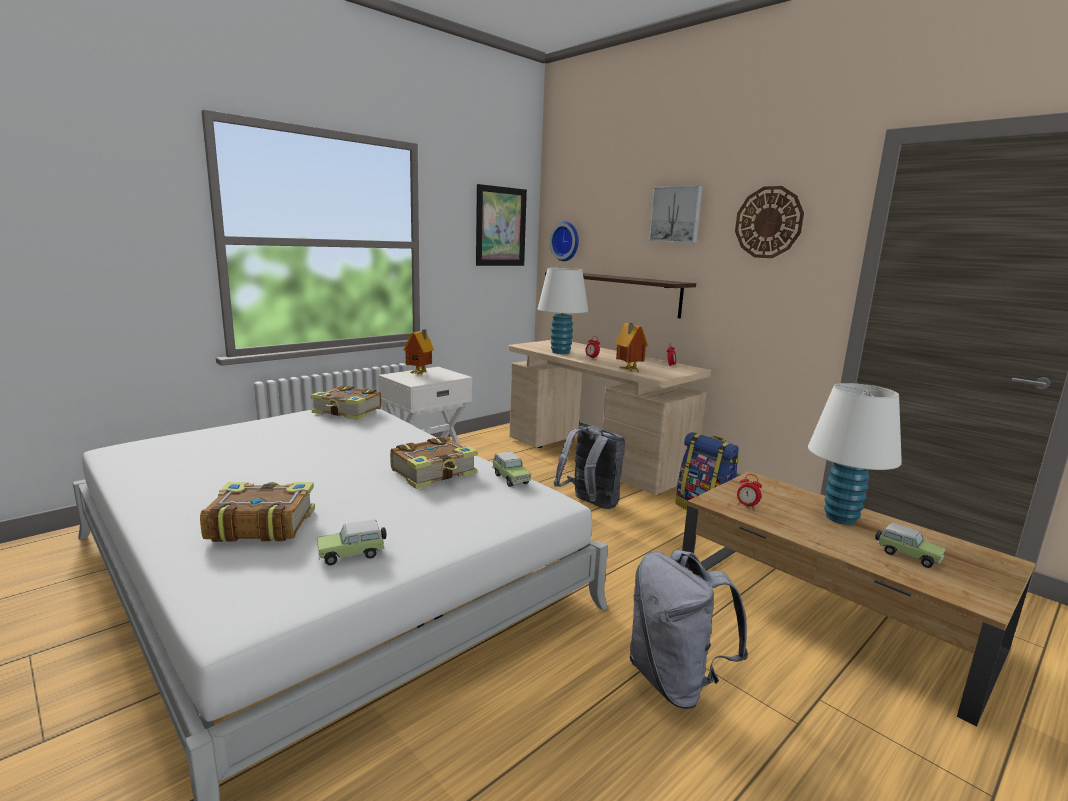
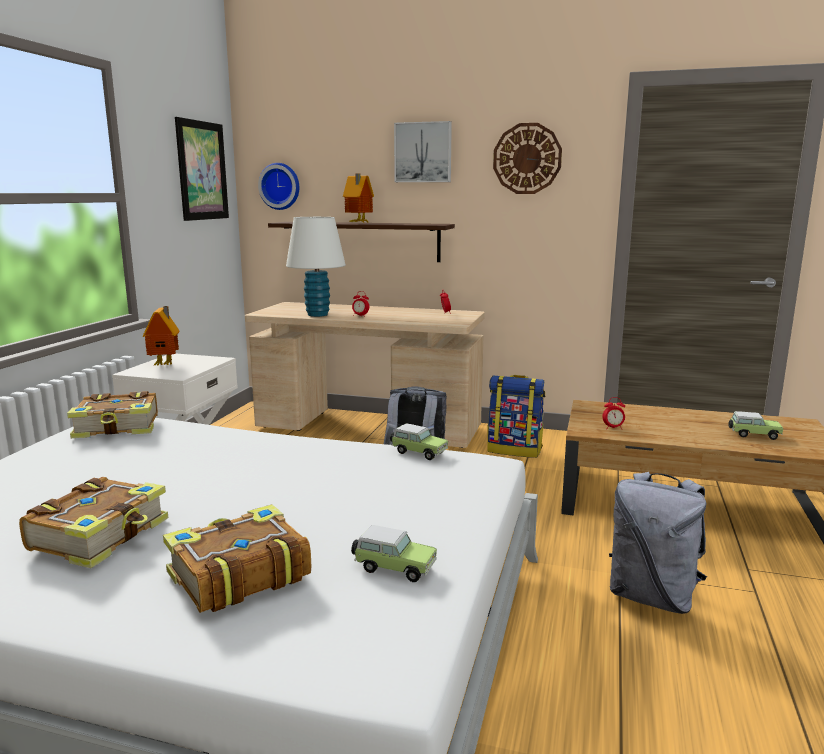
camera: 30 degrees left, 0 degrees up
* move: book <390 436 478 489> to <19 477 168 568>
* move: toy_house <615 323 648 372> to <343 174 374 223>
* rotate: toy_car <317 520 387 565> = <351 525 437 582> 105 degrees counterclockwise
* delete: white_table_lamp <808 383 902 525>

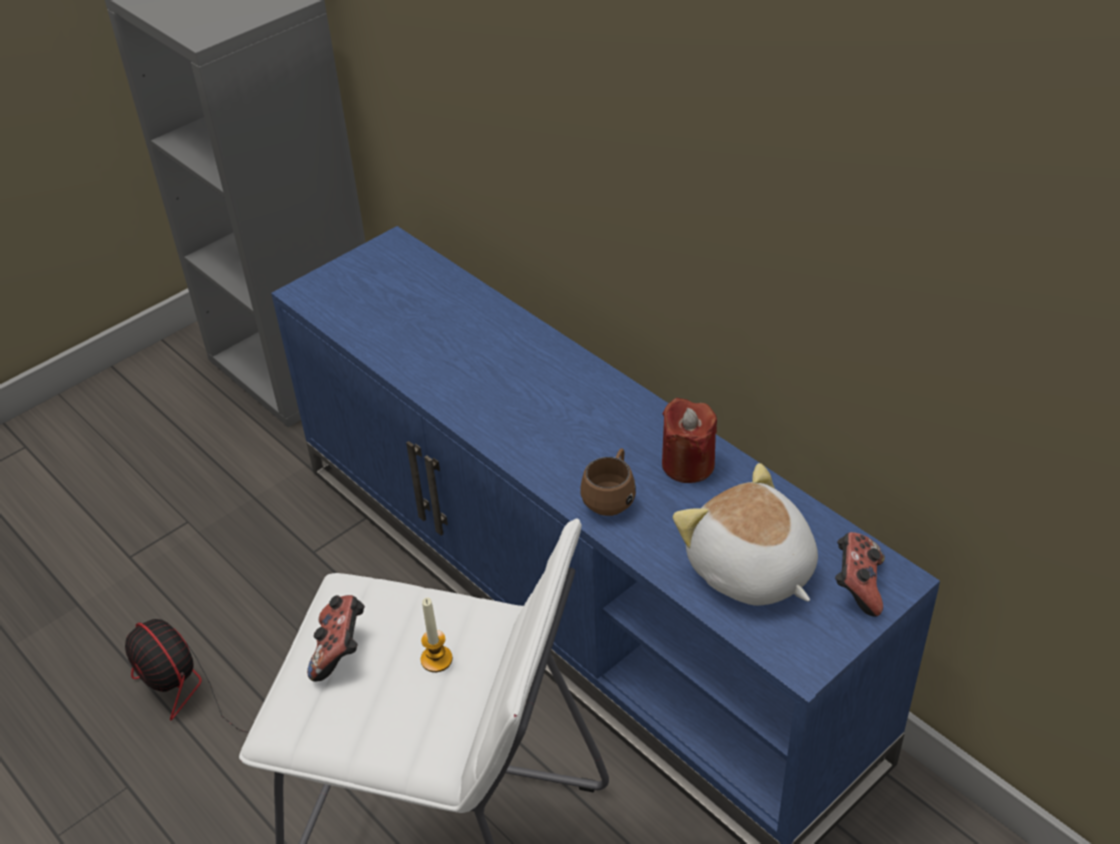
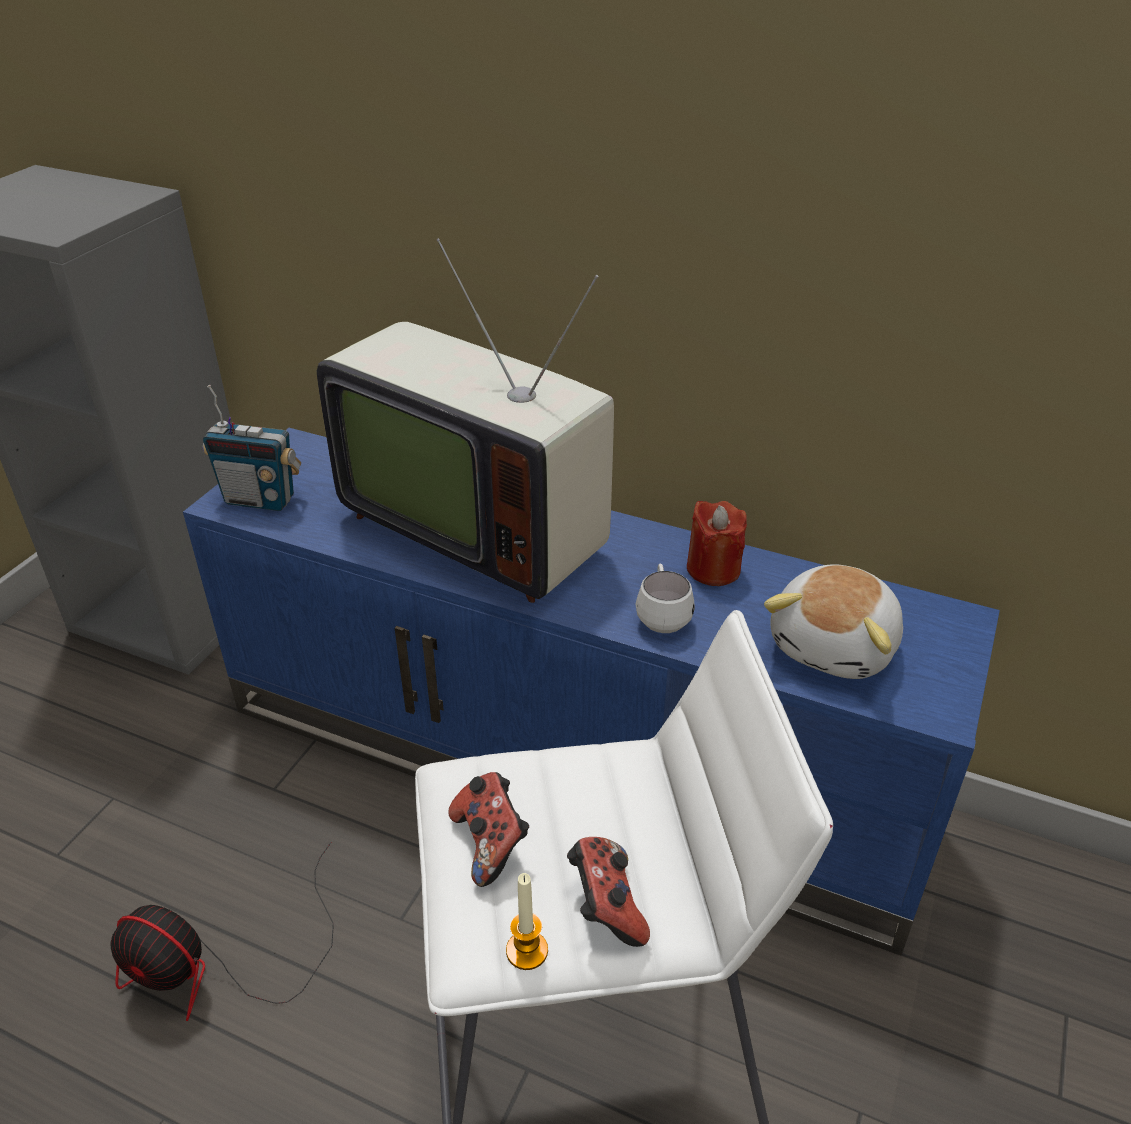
camera: 25 degrees left, 5 degrees down
* insert: radio <203 385 301 511>
* insert: television <316 238 614 603>
* move: candle <421 598 453 672> to <506 873 548 970>
* move: game_controller <835 532 885 617> to <567 837 650 947>
* recolor: brown_mug <580 449 636 516> to white_mug <635 564 695 633>
* rotate: plush_toy <673 463 818 606> = <764 564 903 679> 90 degrees counterclockwise

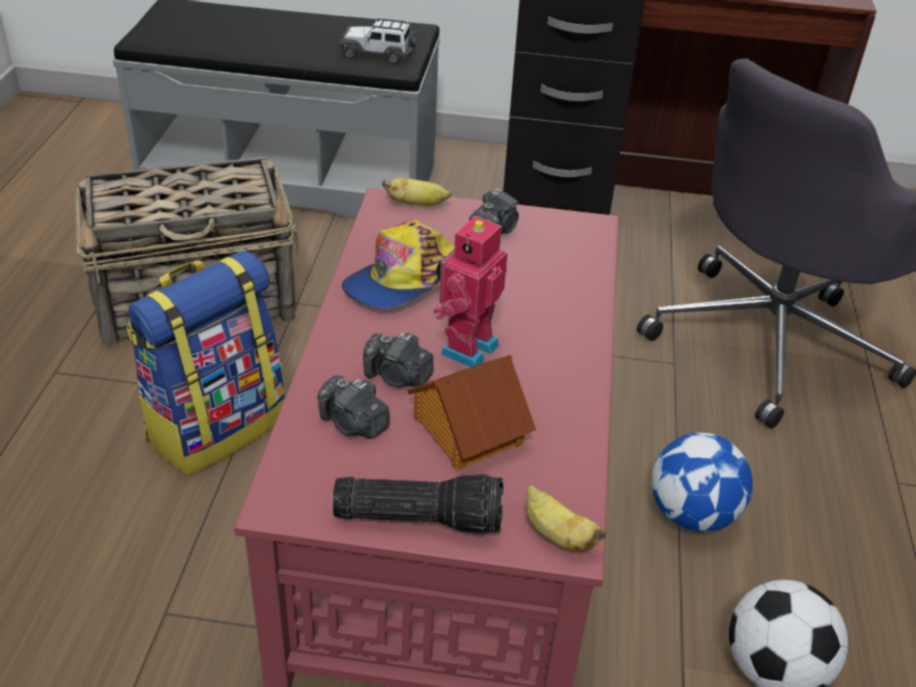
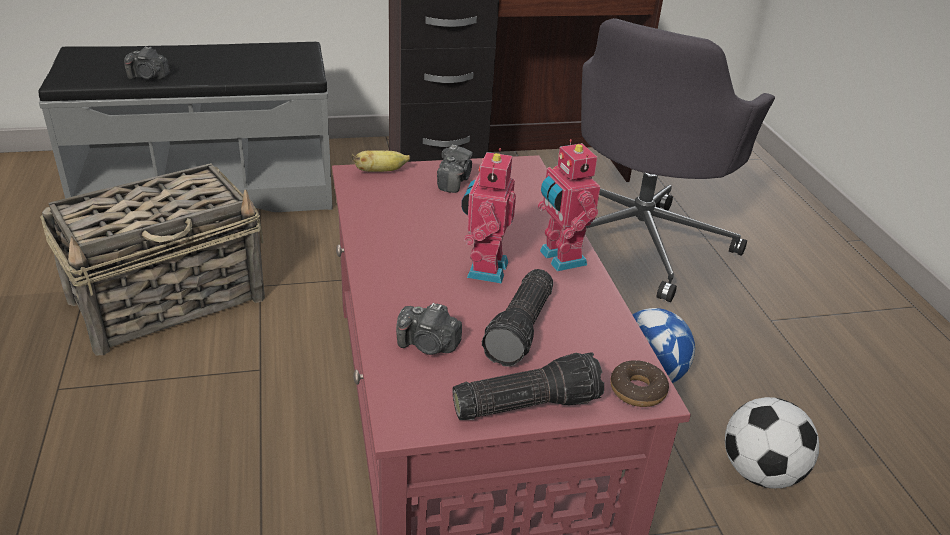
camera: 20 degrees left, 5 degrees down
* move: photo_camera <363 332 433 387> to <124 46 170 79>
* replace: toy_house <407 354 536 470> to flashlight <482 269 553 366>
* insert: toy_robot <538 139 600 271>
* replace: banana <526 484 606 551> to donut <610 360 669 407>
* delete: backpack <126 251 285 476>
* delete: toy_car <339 18 416 64>
* delete: cap <342 220 454 309>

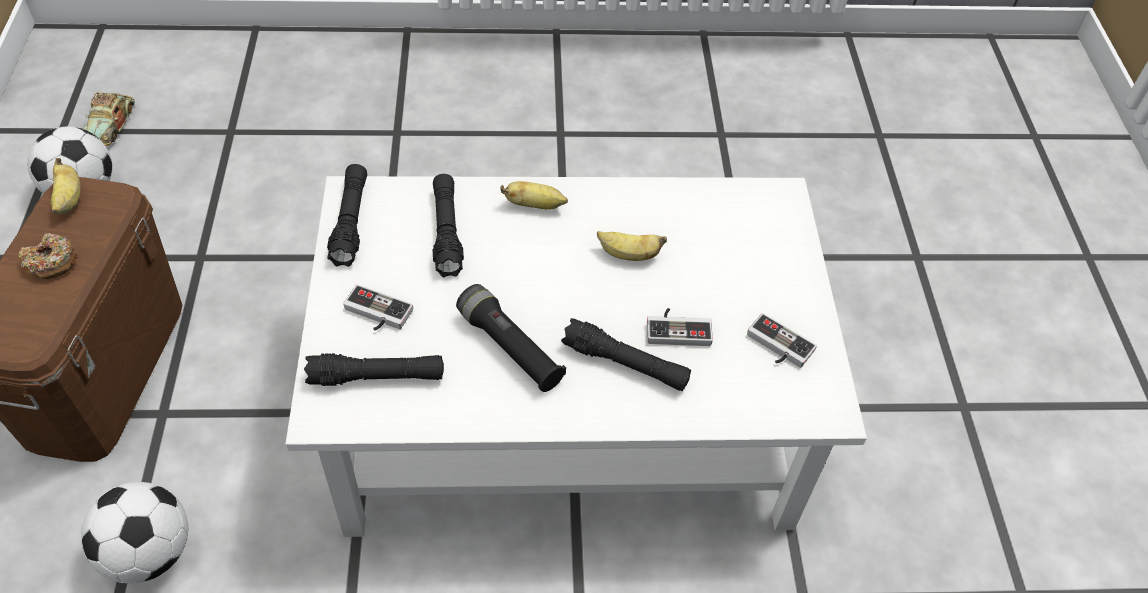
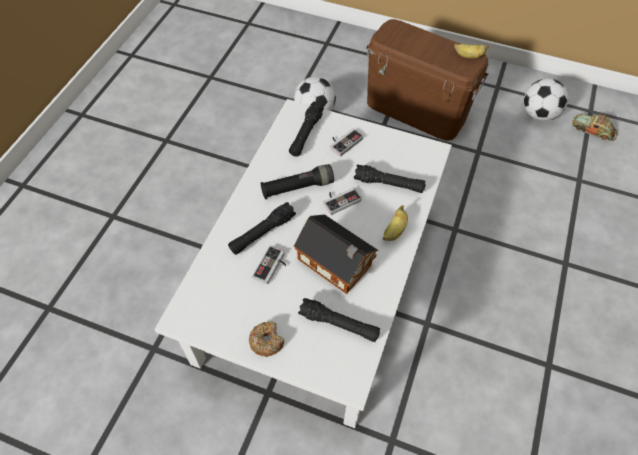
camera: 115 degrees right, 5 degrees up
* move: donut <19 233 77 279> to <249 321 284 357>
* replace: banana <597 231 667 261> to toy_house <294 214 379 294>
* move: black_flashlight <327 164 367 267> to <298 298 380 342>
* move: game_controller <747 313 817 368> to <323 188 362 215>

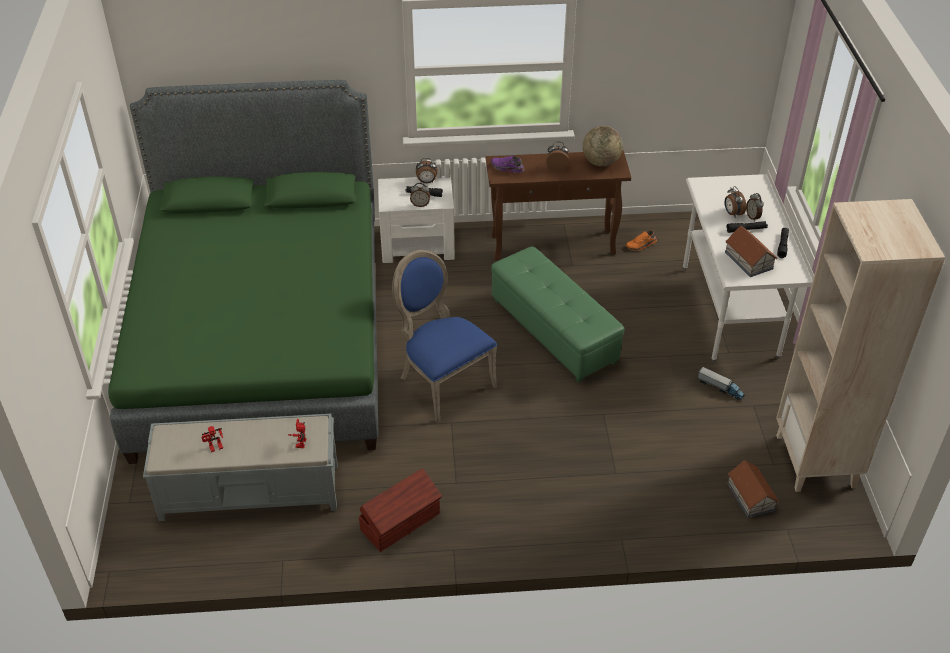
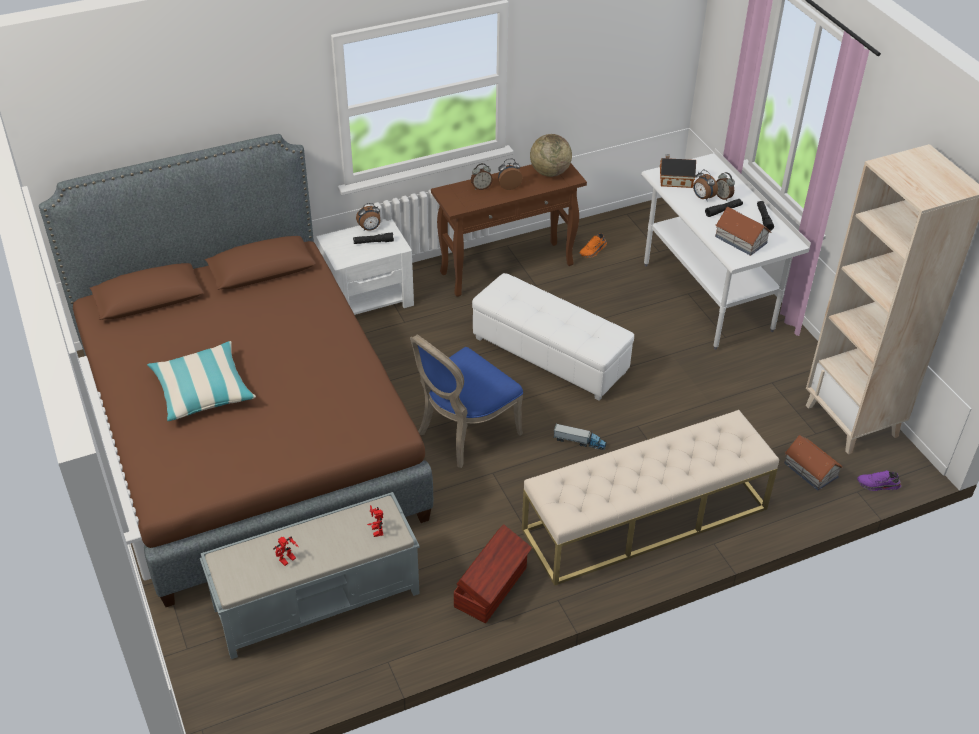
camera: 20 degrees left, 0 degrees up
* recolor: green_bed <108 80 379 464> to brown_bed <39 134 433 607>
* insert: pillow <147 341 256 421>
* rotate: blue_chair <392 250 497 423> = <410 335 523 468> 75 degrees counterclockwise
* move: alarm_clock <410 183 430 207> to <471 163 493 190>
* recolor: green_ottoman <491 247 625 382> to white_ottoman <472 273 634 400>
* insert: beige_bench <522 410 779 586>
* move: toy_truck <697 367 745 400> to <554 424 607 450>
* insert: toy_house <660 154 696 188>
* move: purple_shoe <491 155 525 173> to <857 470 901 491>

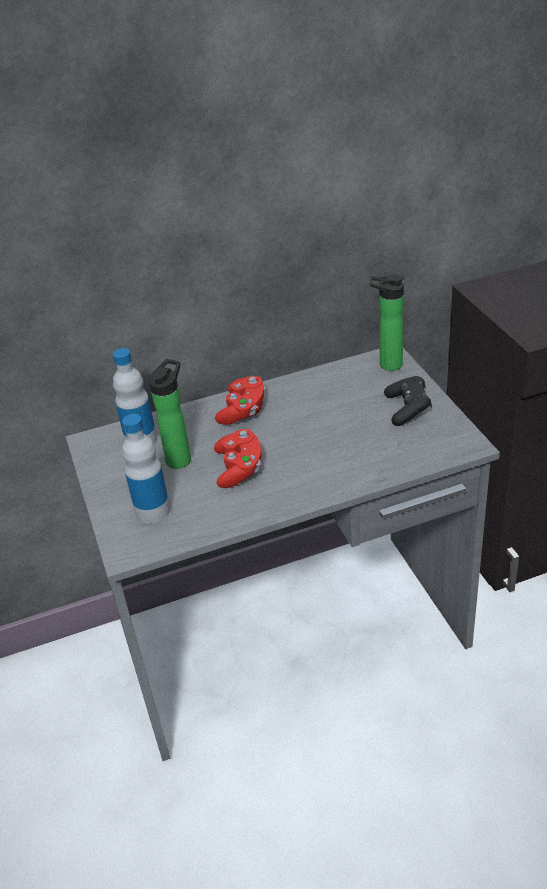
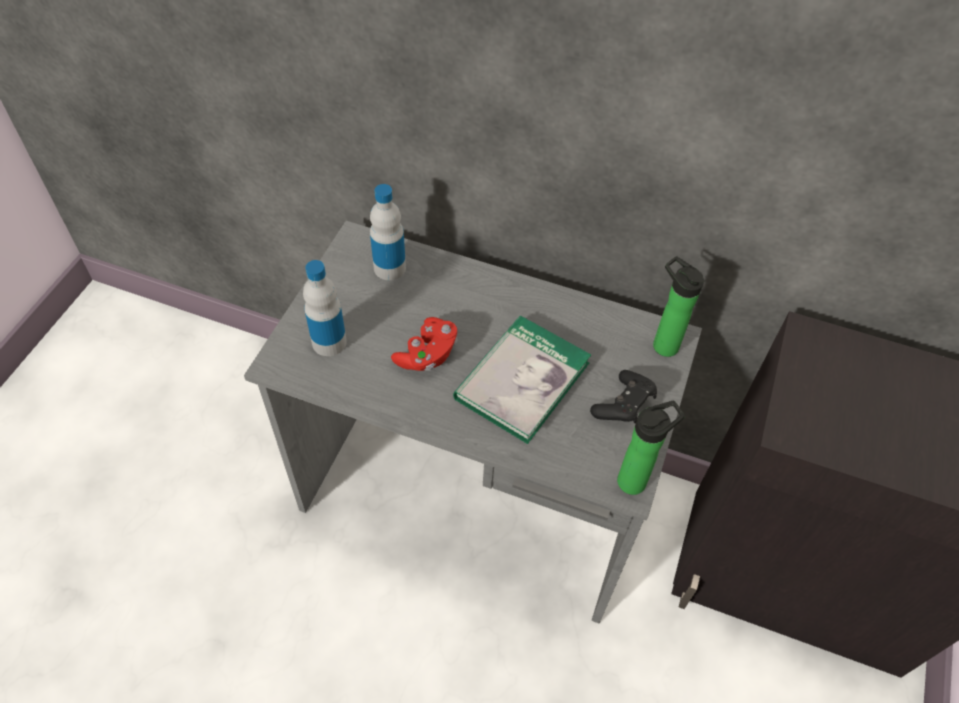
camera: 35 degrees right, 15 degrees up
* insert: book <453 316 591 444>
* move: bottle <149 359 191 469> to <617 401 685 495>
* delete: red_game_controller <215 376 265 425>

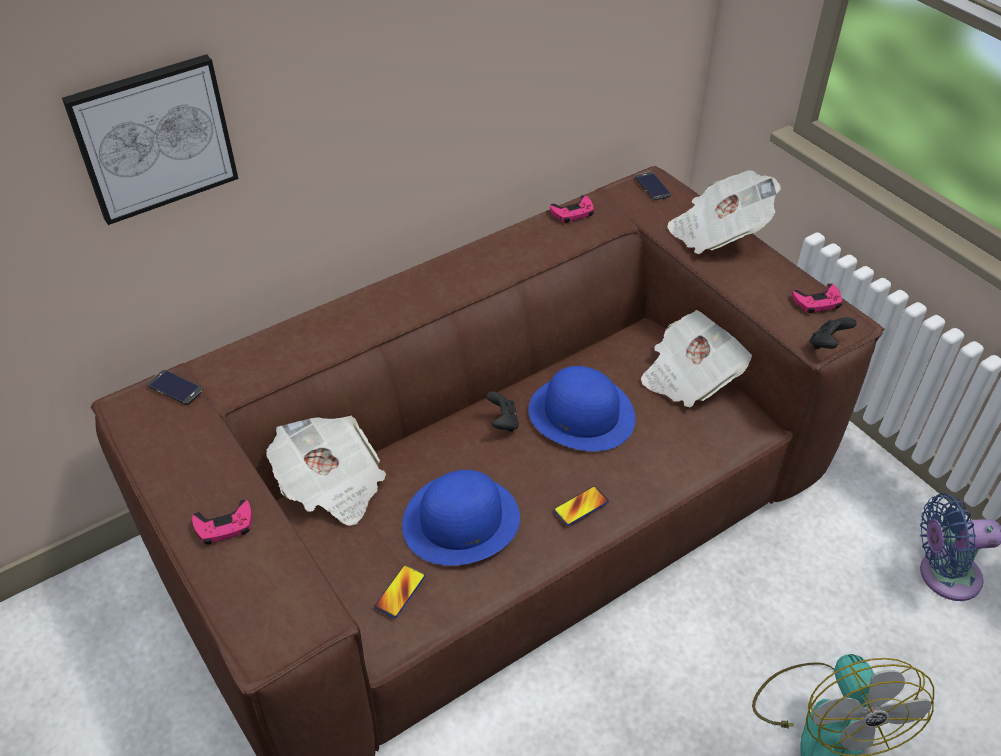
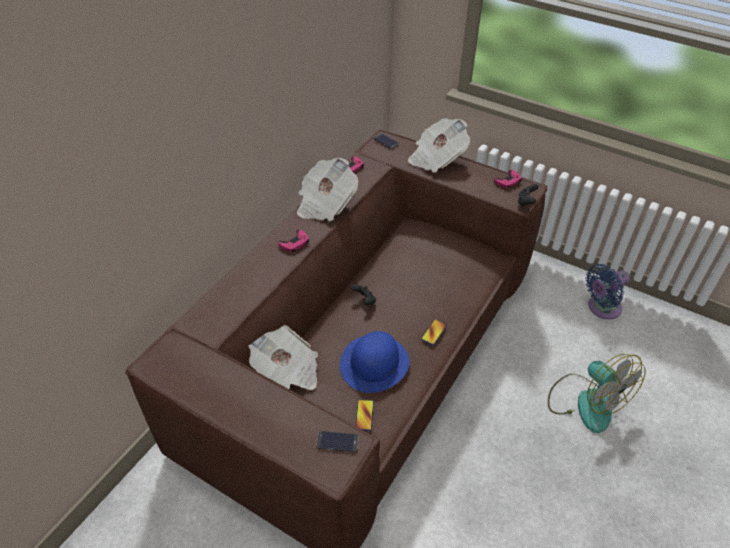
camera: 25 degrees left, 0 degrees up
* move: pink_game_controller <192 499 252 545> to <279 229 309 252>
* move: newspaper <641 310 752 408> to <297 158 358 221>
* move: phone <148 370 203 405> to <317 431 359 452>
* delete: picture <62 54 238 225>
* delete: blue_hat <528 366 635 451>

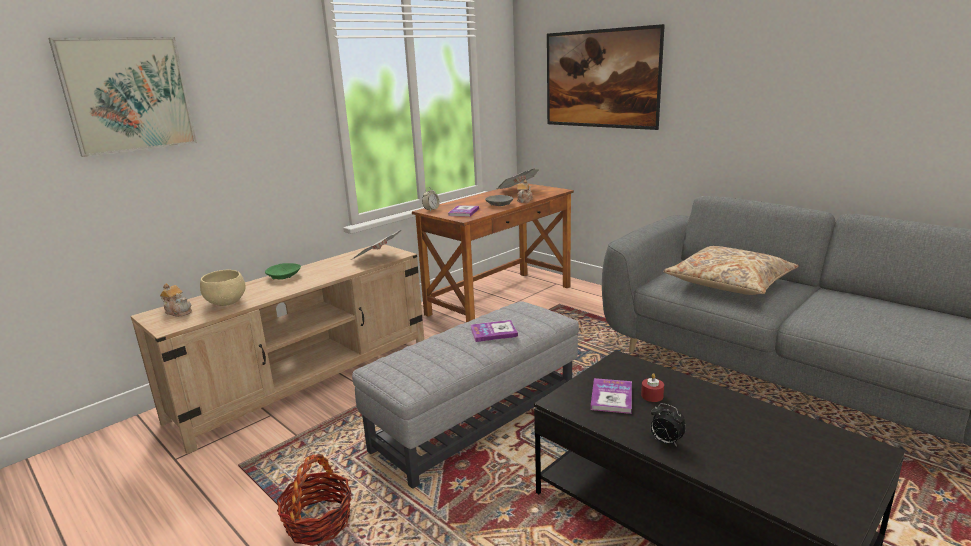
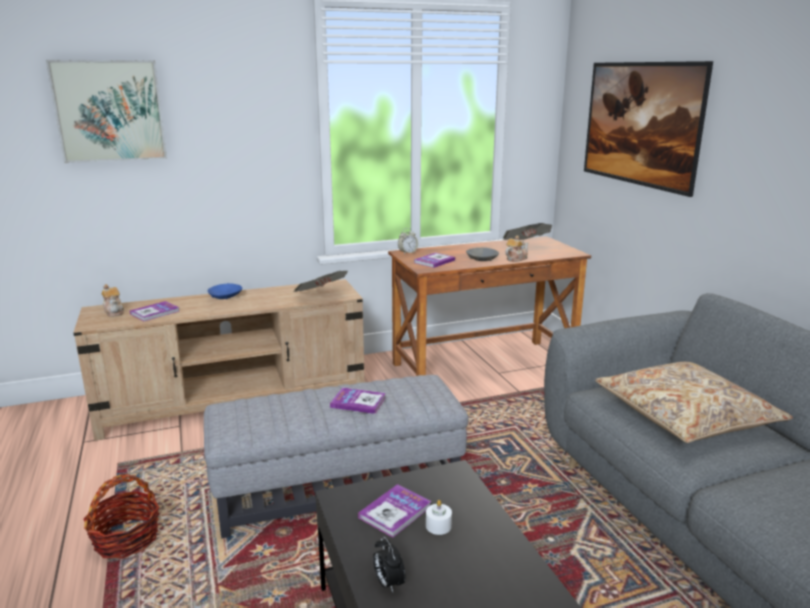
camera: 25 degrees right, 0 degrees up
* replace: beige_bowl <200 270 245 306> to book <130 301 179 321>
* recolor: green_bowl <265 263 301 280> to blue_bowl <207 283 242 299>
* recolor: red_candle <641 373 664 402> to white_candle <426 500 452 535>

